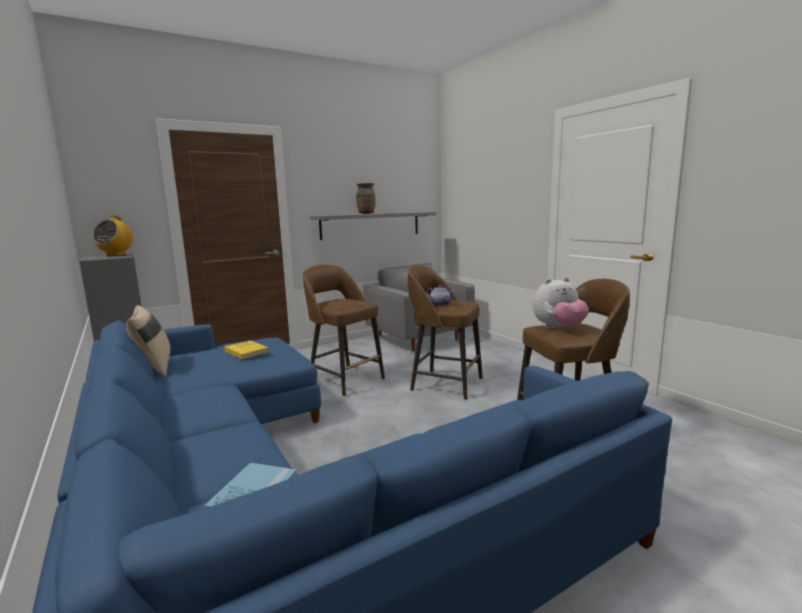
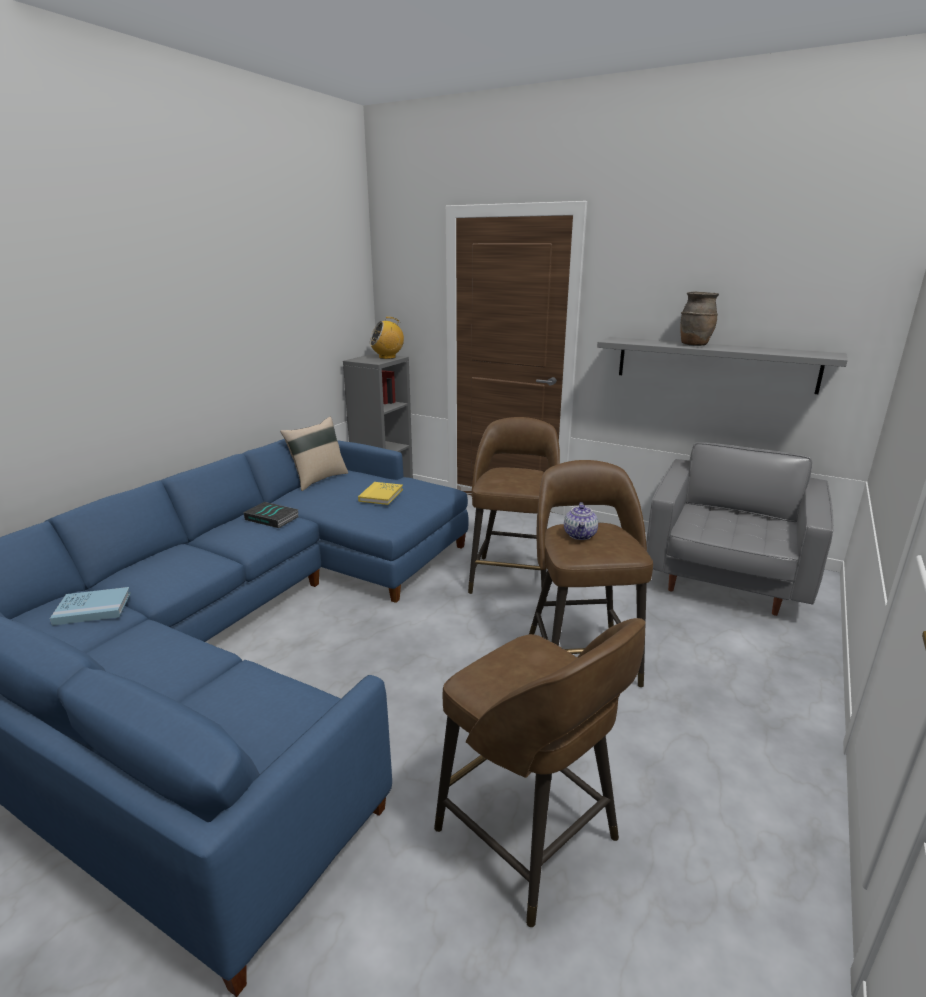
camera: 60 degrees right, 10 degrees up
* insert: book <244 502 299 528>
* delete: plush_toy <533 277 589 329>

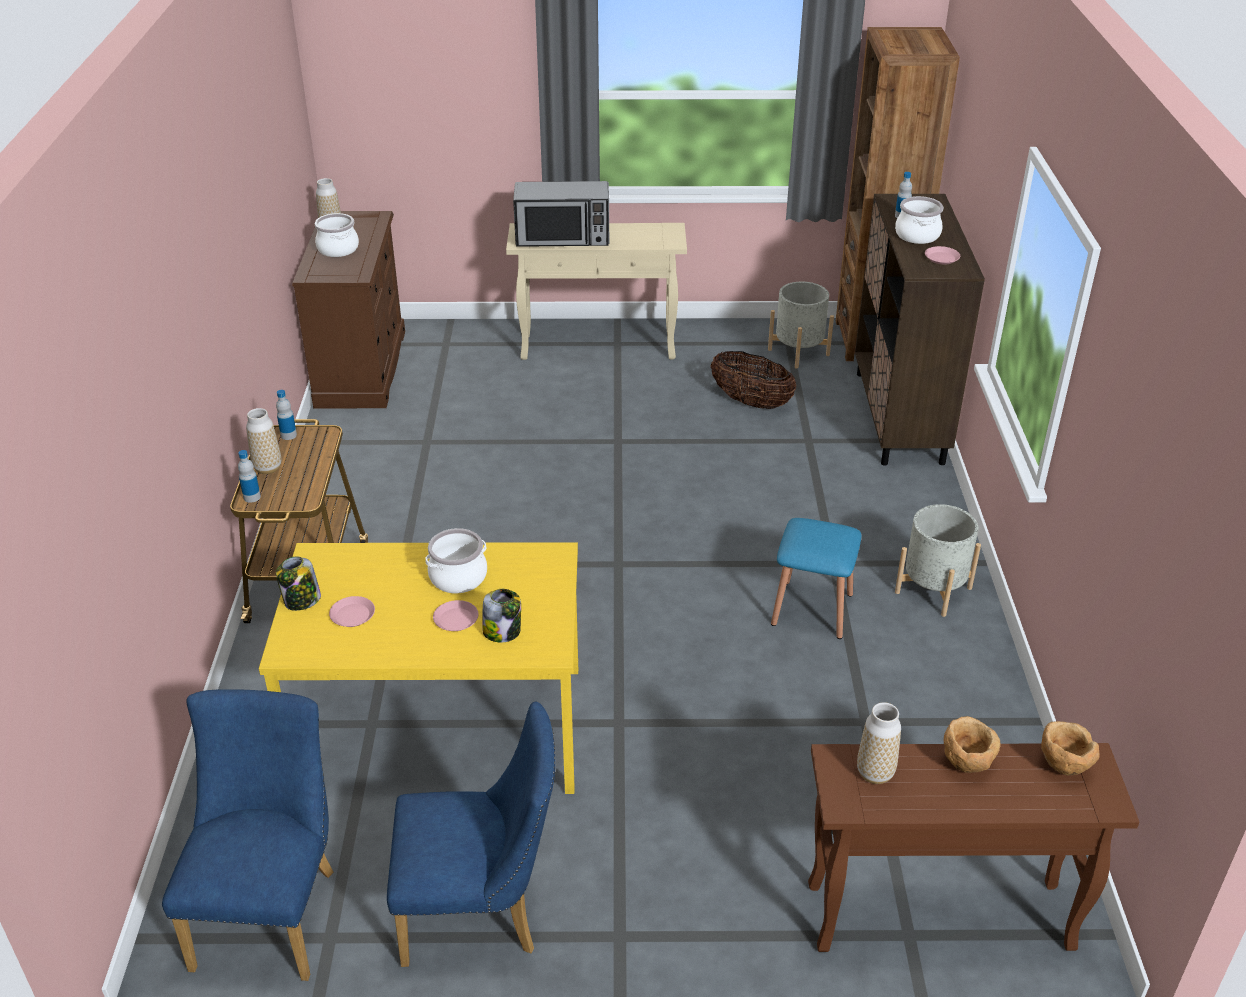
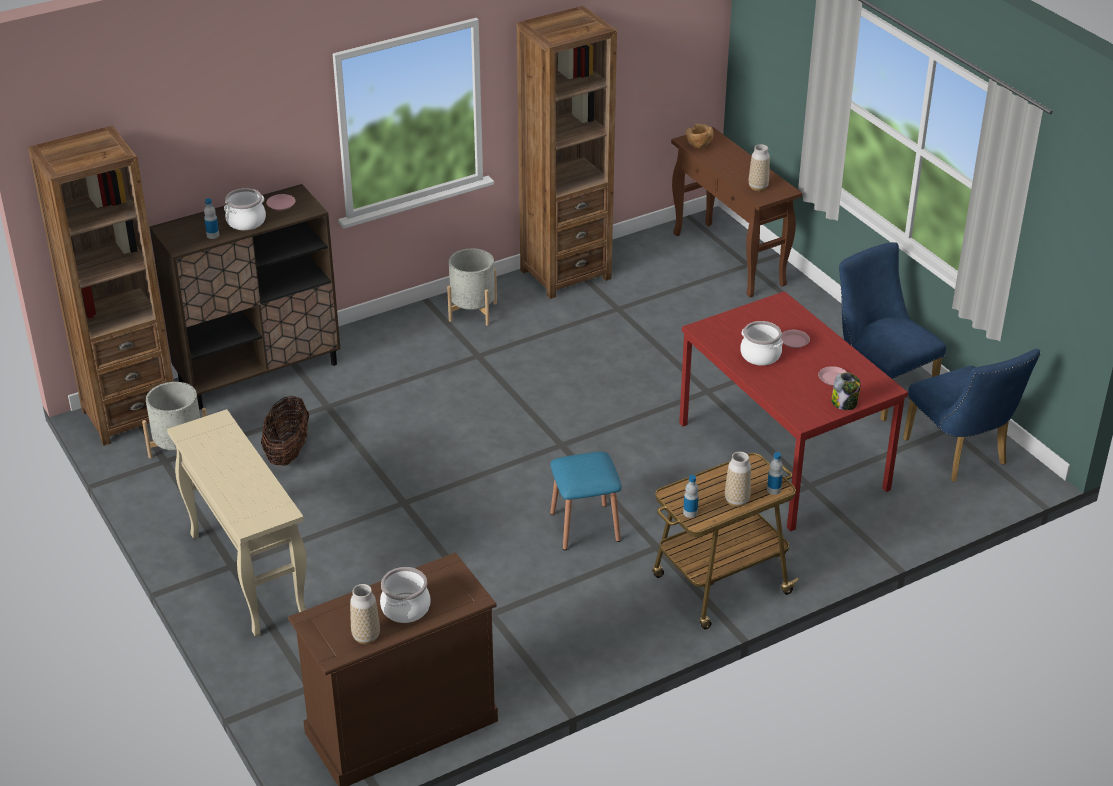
camera: 120 degrees left, 0 degrees up
* insert: brown_bookcase <517 6 617 299>
* move: blue_stool <771 518 861 639> to <550 452 622 550>
* recolor: yellow_dining_table <259 542 578 794> to red_dining_table <679 291 908 531>
* rotate: blue_chair <162 689 334 981> = <903 349 1040 482> 90 degrees counterclockwise
* delete: jar <482 589 521 643>
* delete: microwave <513 181 609 247>
* delete: brown_bowl <944 716 1000 773>

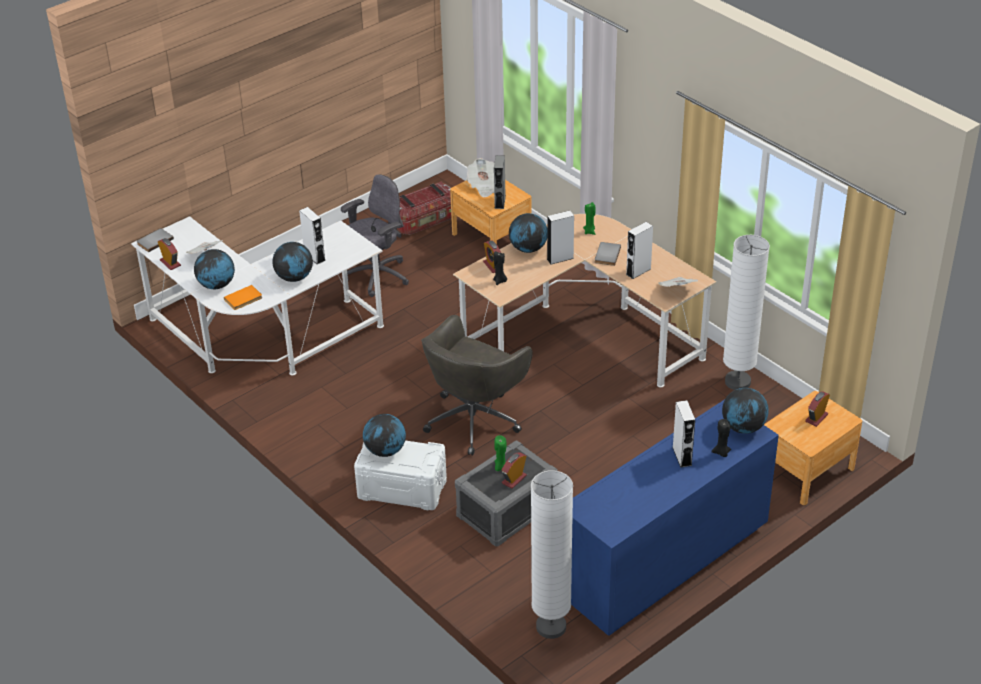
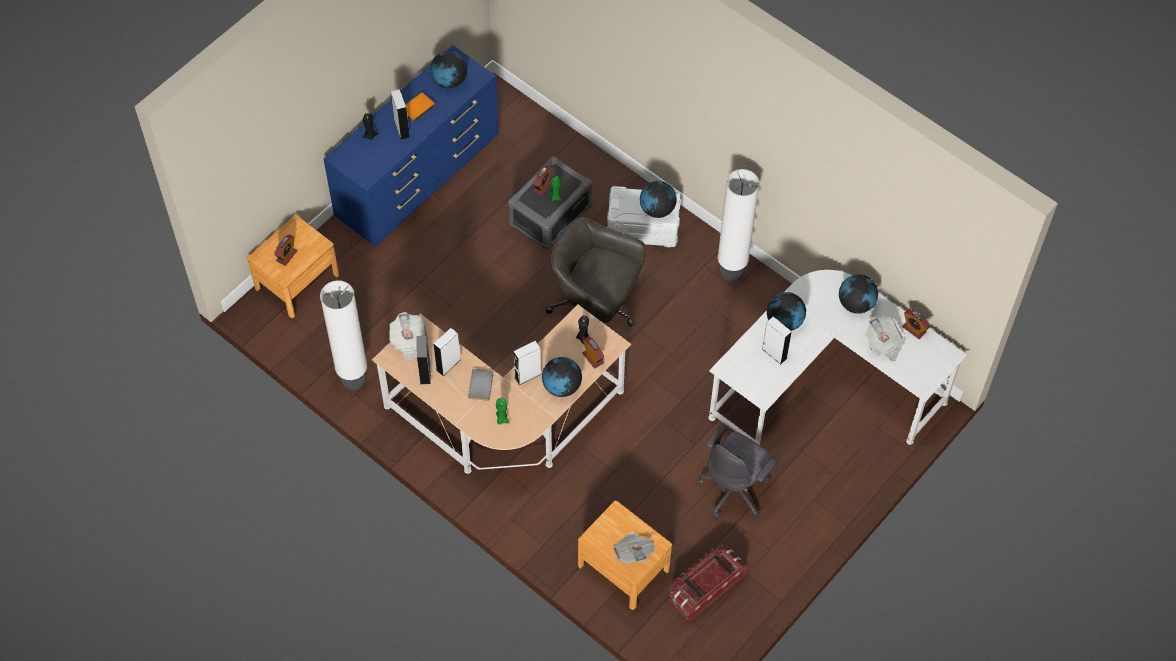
camera: 170 degrees right, 20 degrees up
* move: orange_book <224 285 262 310> to <405 93 435 122>
* move: grey_speaker <494 155 506 209> to <417 336 431 384>
* move: globe <722 388 769 434> to <430 51 467 88>
* rotate: grey_office_chair <421 315 533 456> = <546 217 646 327> 90 degrees counterclockwise
* move: white_floor_lamp <531 470 573 639> to <718 169 759 282>
* delete: grey_book <137 228 174 252>

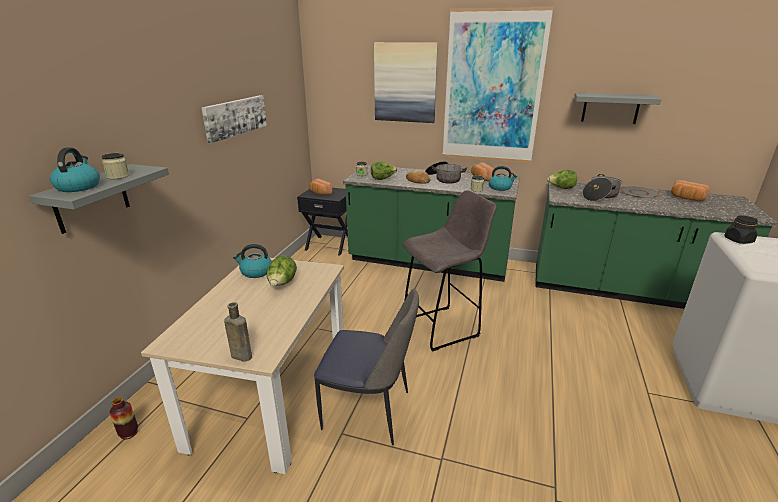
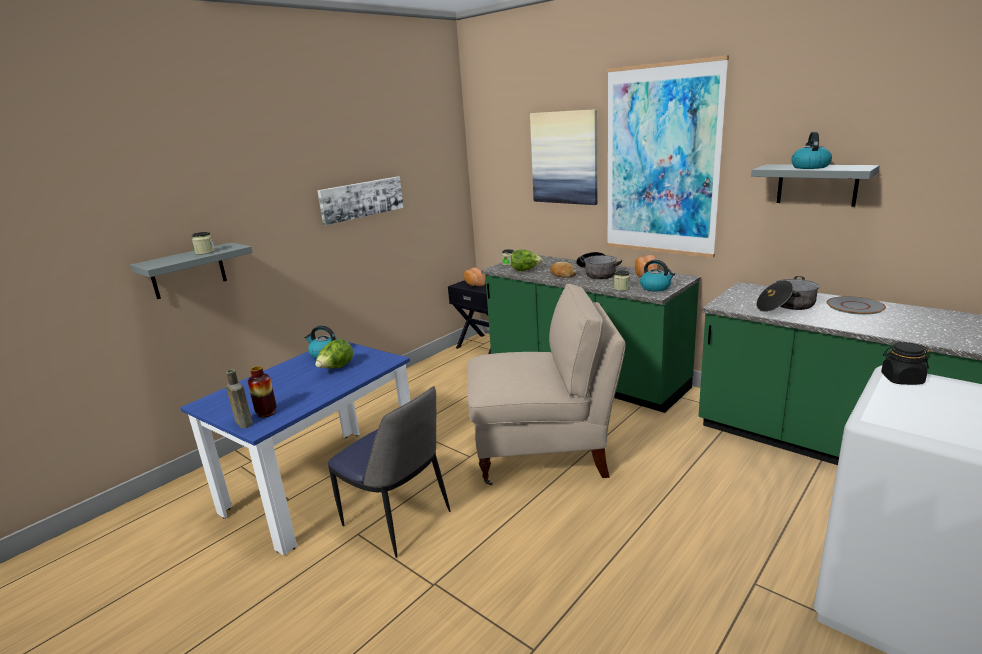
camera: 25 degrees right, 5 degrees down
* recolor: beige_dining_table <141 257 344 474> to blue_dining_table <180 342 411 556>
* move: vase <109 397 138 440> to <248 366 277 418>
* replace: grey_stool <402 190 497 352> to beige_chair <467 284 625 485>
* move: kettle <50 147 100 192> to <791 132 832 169>
* delete: lettuce <547 170 577 189>
* delete: bread <671 180 710 201>

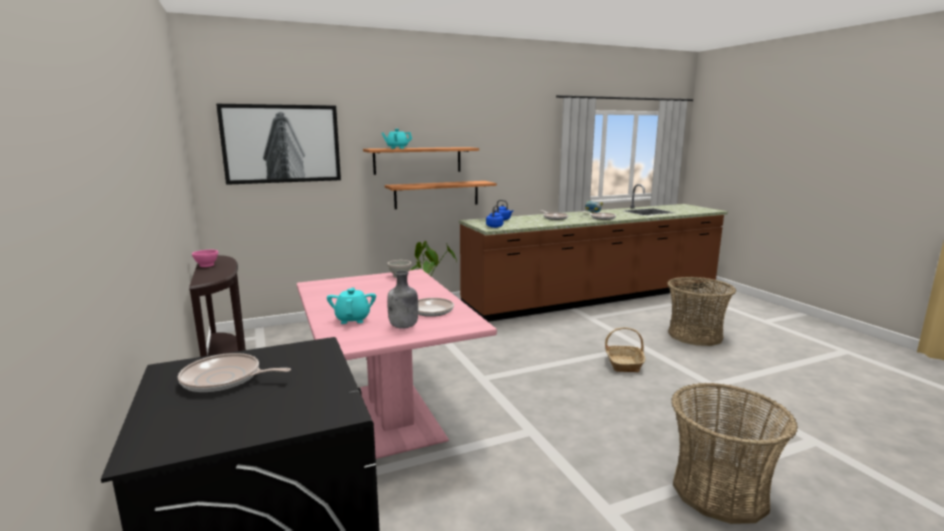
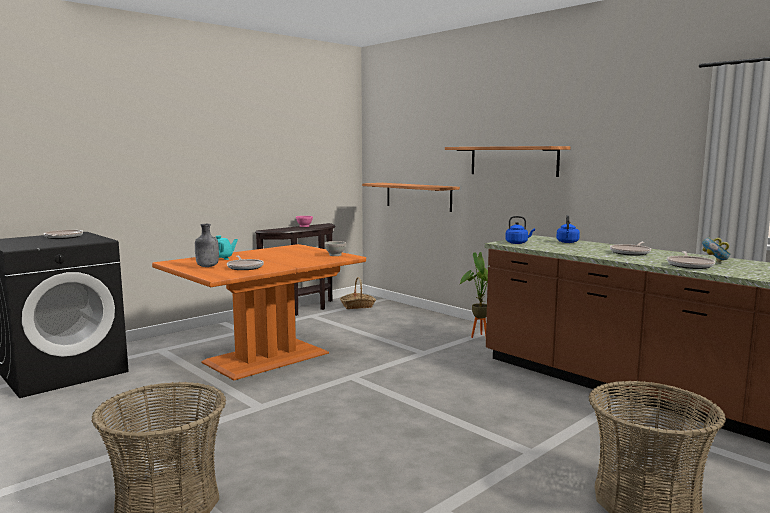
camera: 70 degrees right, 5 degrees down
* recolor: pink_dining_table <297 269 497 459> to orange_dining_table <152 244 366 380>
* move: basket <605 328 645 372> to <340 277 376 309>
* move: shelf <385 181 497 209> to <362 183 460 212>
* delete: picture <216 104 341 185>
* delete: turquoise_teapot <381 129 412 149>

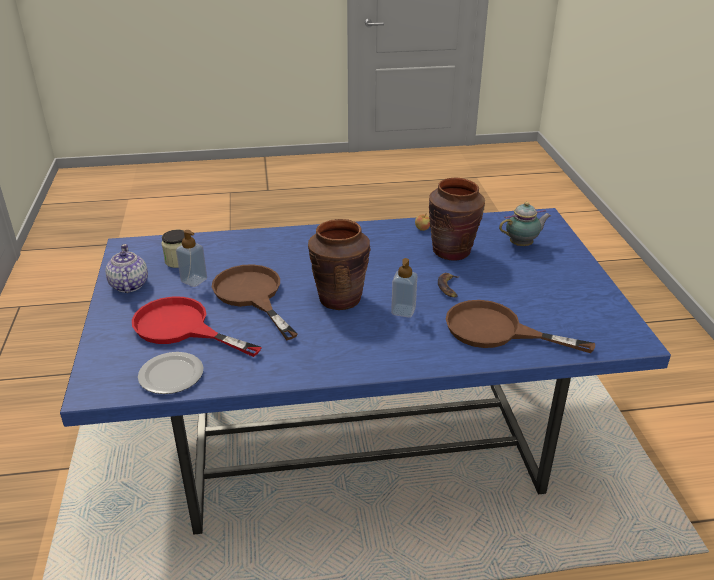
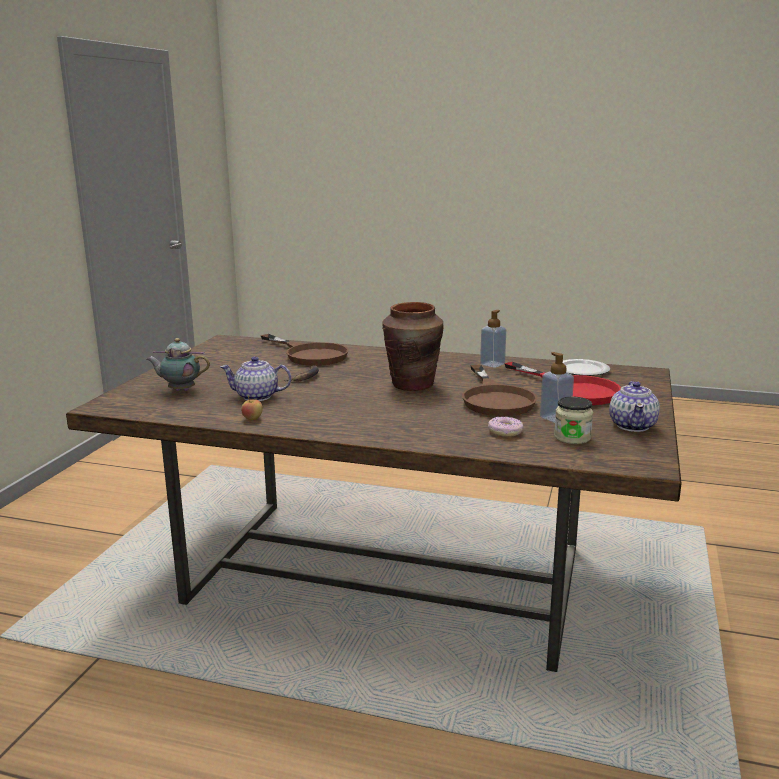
camera: 155 degrees left, 15 degrees down
* recolor: blue_dining_table <60 208 671 535> to brown_dining_table <66 335 682 672>
* replace: brown_vase <429 178 485 261> to teapot <220 356 291 401>
* move: soap_dispenser <391 258 417 318> to <480 310 506 368>
* insert: donut <488 417 524 437>

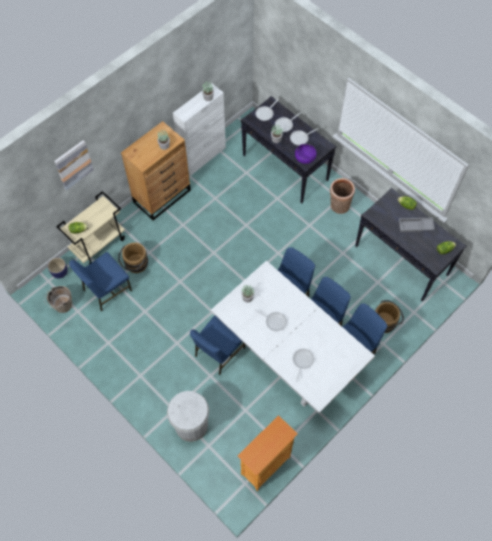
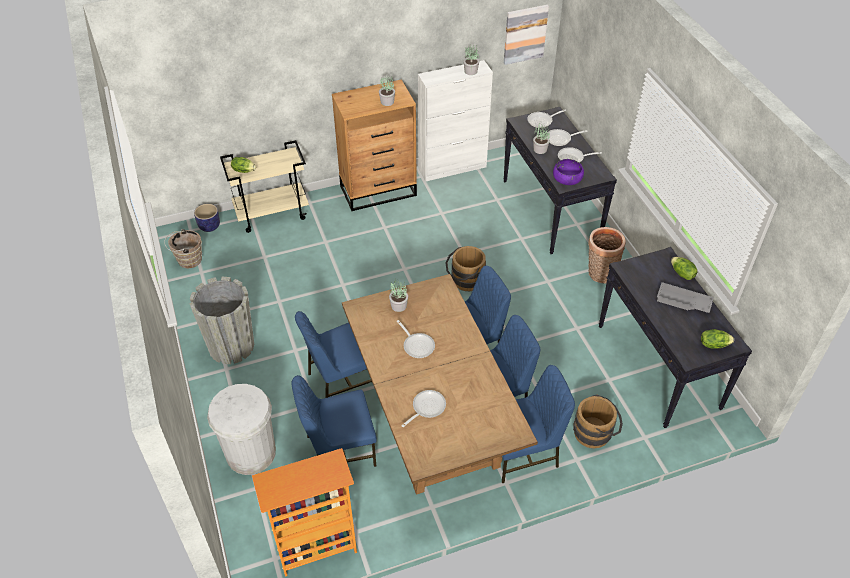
camera: 25 degrees right, 15 degrees down
* insert: grey_planter <189 277 254 364>
* move: blue_chair <69 252 132 311> to <292 375 377 467>
* recolor: white_dining_table <211 260 375 413> to brown_dining_table <342 274 538 495>
* move: brown_bucket <118 242 148 273> to <445 246 486 291>
* move: picture <54 140 94 190> to <504 5 549 65>

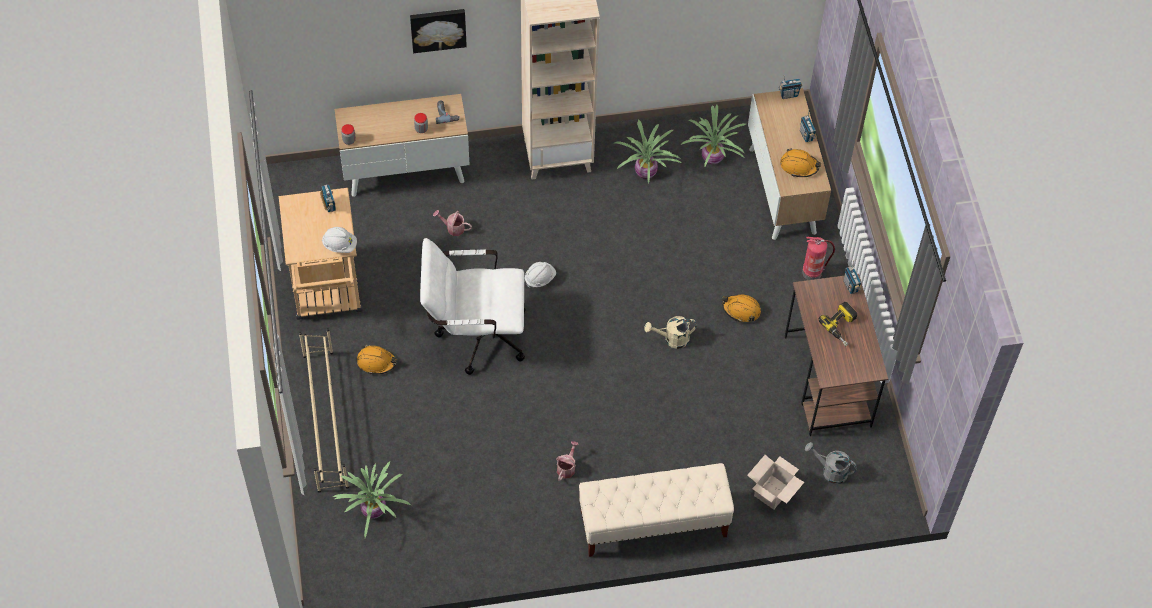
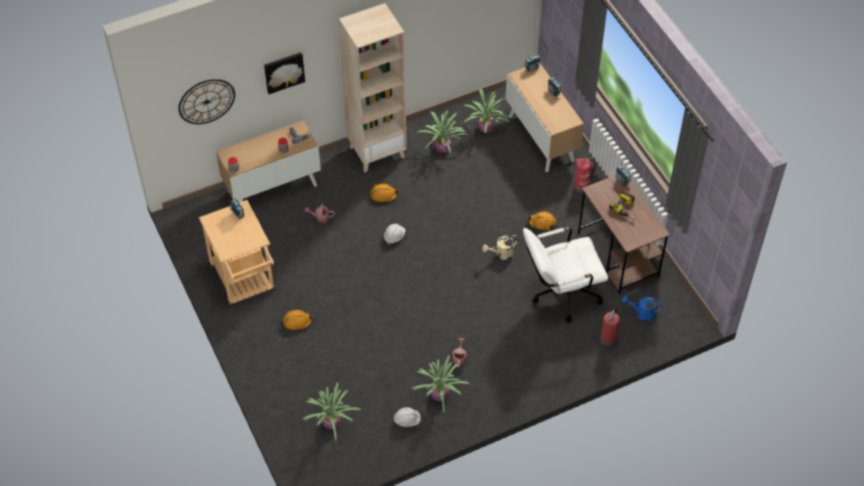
camera: 15 degrees left, 5 degrees down
* insert: wall_clock <179 79 235 124>
* move: orange_hard_hat <780 148 821 177> to <370 184 399 203>
* move: white_hard_hat <322 227 357 253> to <394 407 421 427>
* insert: potted_plant <412 356 470 412>
* move: white_office_chair <420 238 526 375> to <523 227 608 323>
* replace: cardboard_box <747 455 804 510> to fire_extinguisher <600 307 619 346>
* recolor: grey_watering_can <805 442 857 484> to blue_watering_can <622 296 662 322>
* delete: beige_shoe_rack <299 328 349 492>
* delete: beige_bench <579 463 734 557>

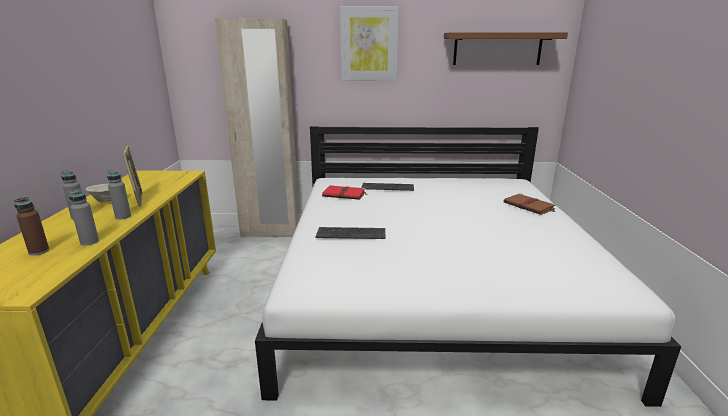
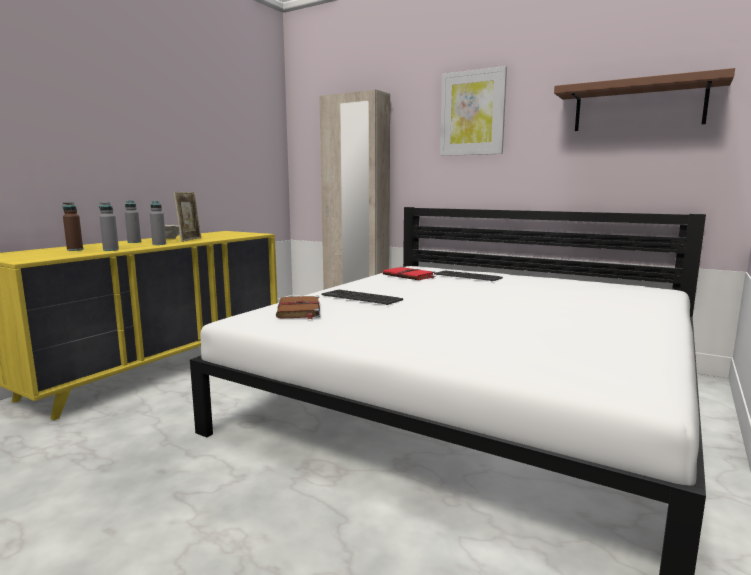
camera: 30 degrees right, 10 degrees down
* move: brown_book <504 193 557 215> to <276 296 320 319>

